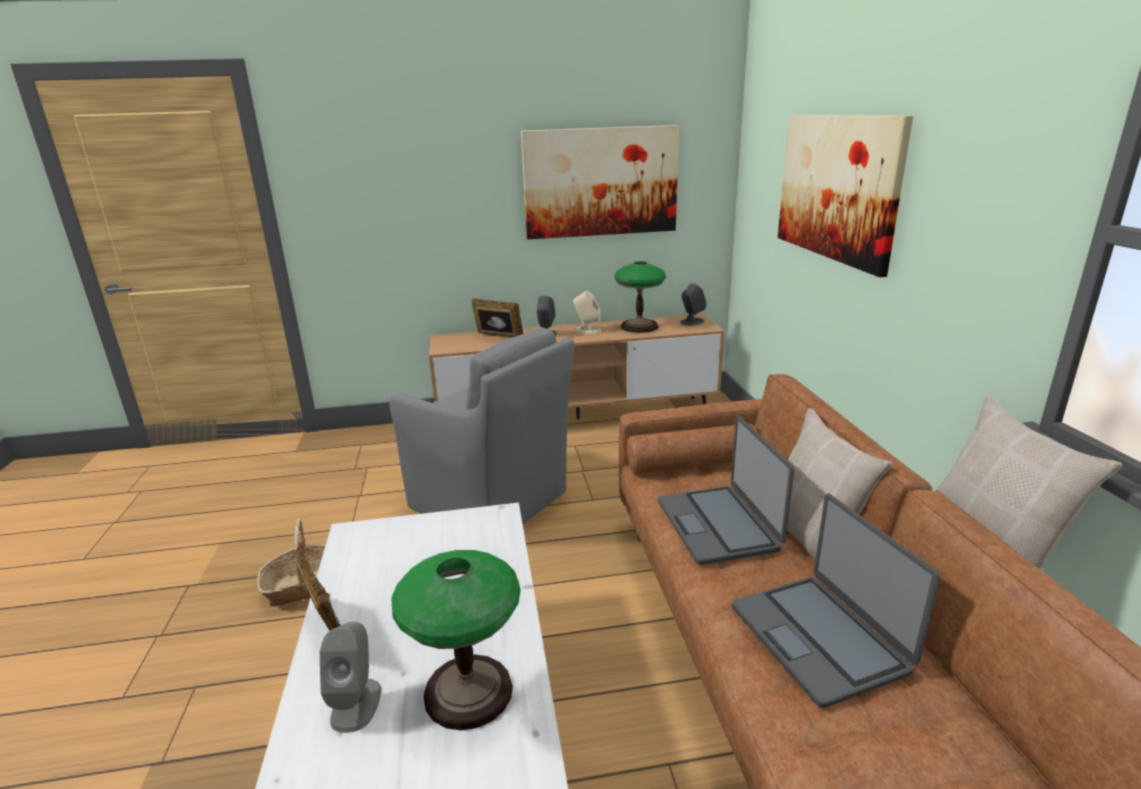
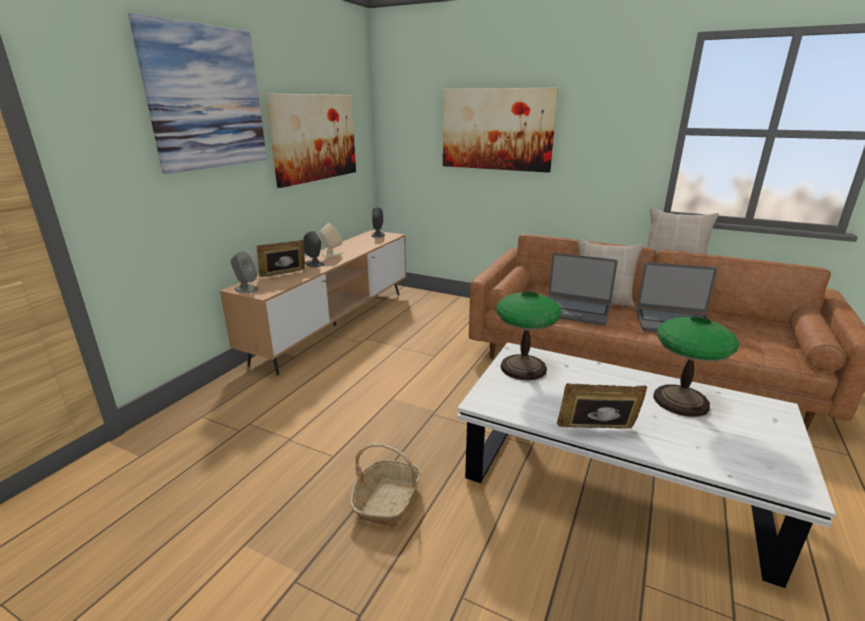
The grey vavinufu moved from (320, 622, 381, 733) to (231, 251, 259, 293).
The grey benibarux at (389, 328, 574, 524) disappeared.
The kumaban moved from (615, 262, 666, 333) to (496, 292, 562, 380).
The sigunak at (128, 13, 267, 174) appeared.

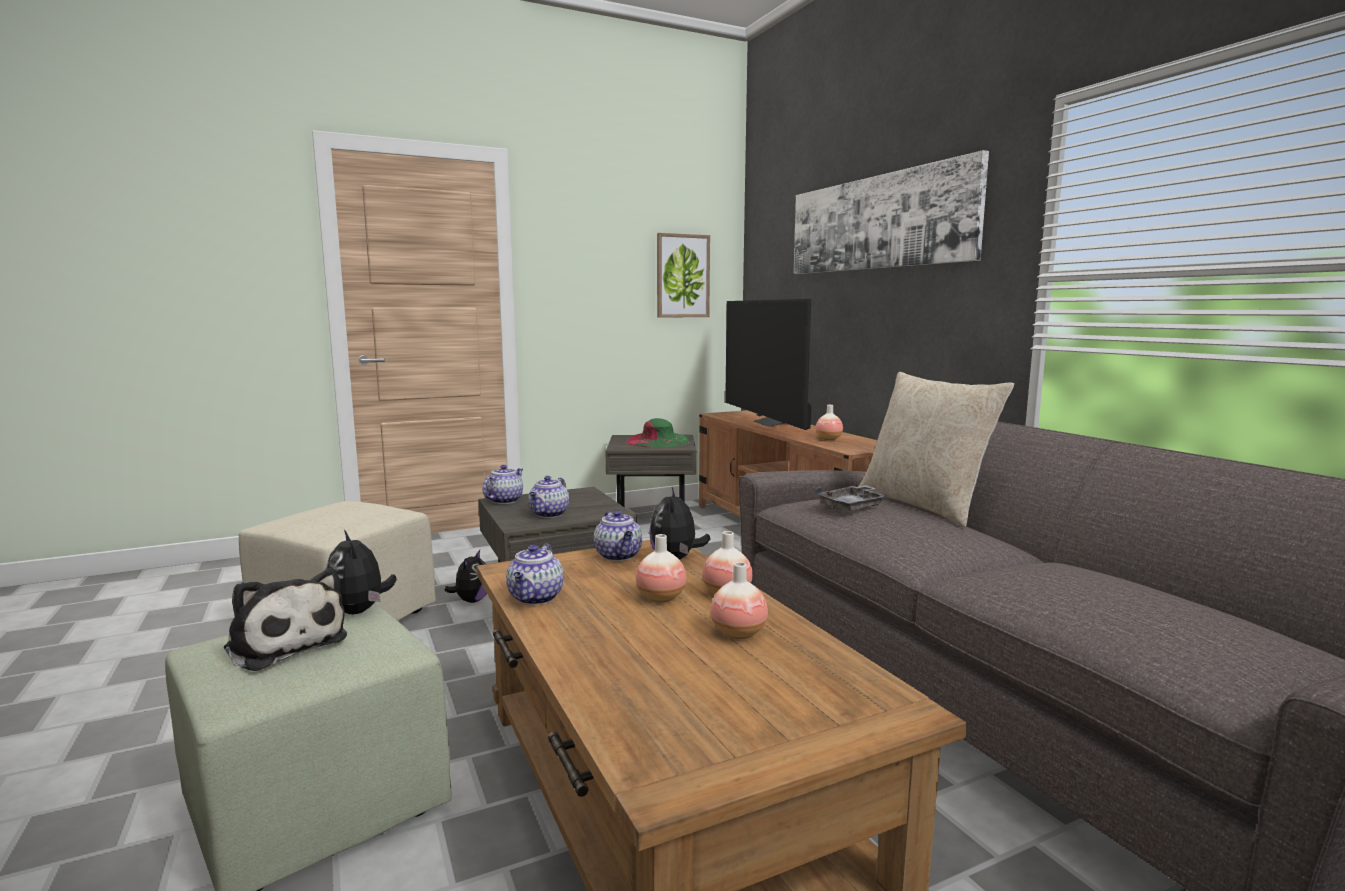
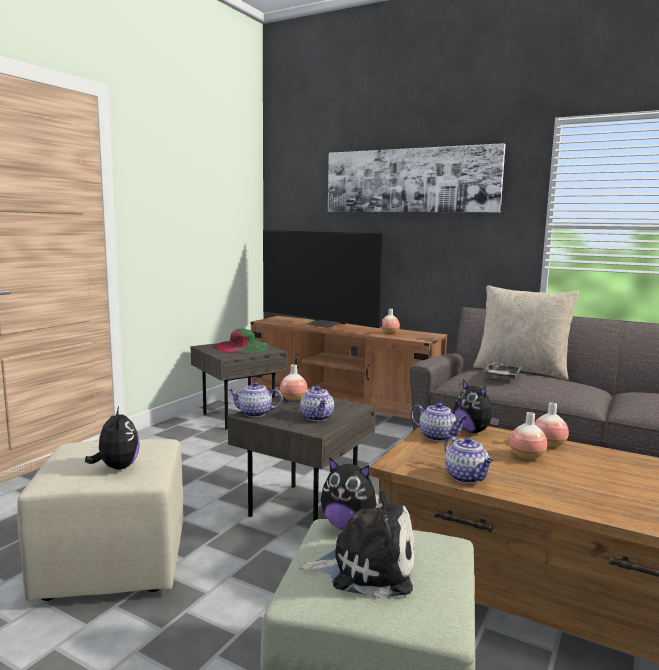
The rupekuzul moved from (444, 550, 487, 603) to (85, 407, 140, 470).
The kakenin at (483, 465, 523, 504) turned 75 degrees counterclockwise.
The sigunak at (657, 233, 710, 318) disappeared.
The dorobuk moved from (711, 562, 768, 639) to (280, 364, 308, 401).

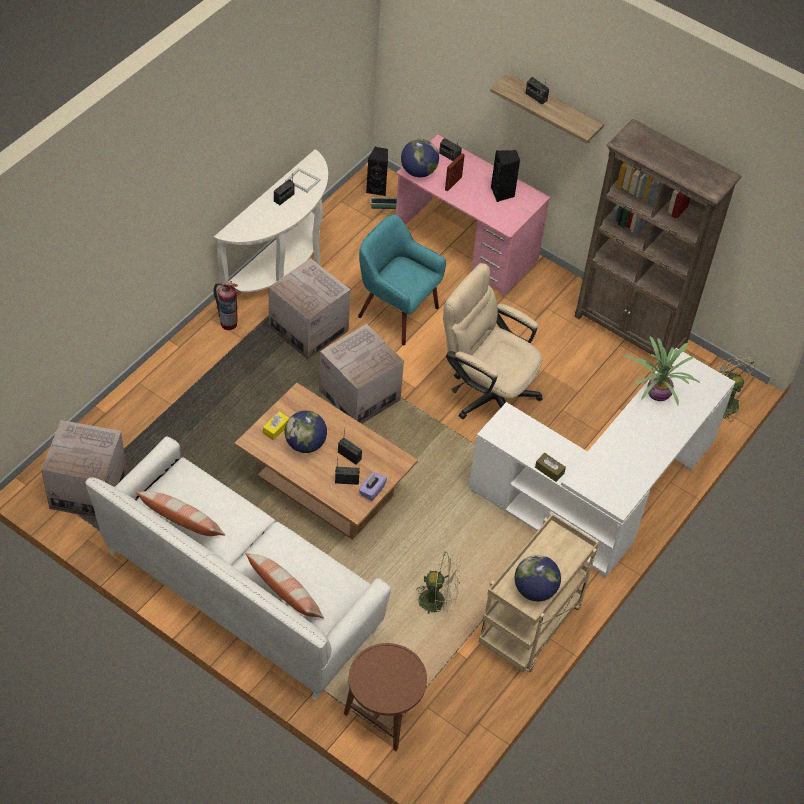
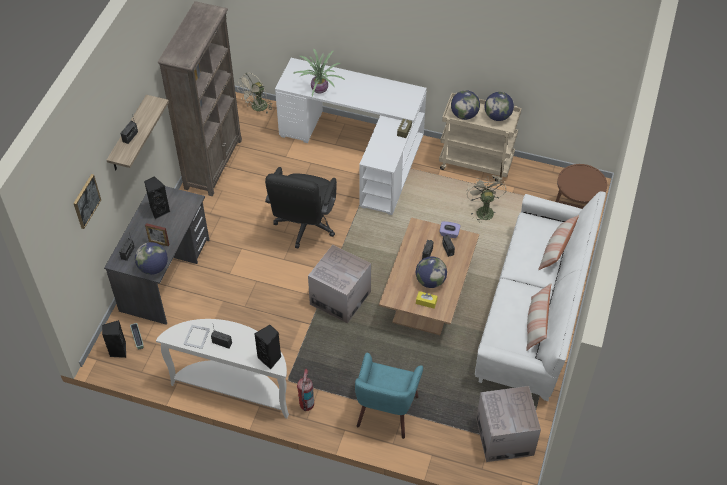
The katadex at (268, 258, 350, 360) disappeared.
The turquoise benibarux moved from (358, 214, 446, 345) to (355, 352, 423, 439).
The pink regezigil at (396, 135, 550, 297) became the grey regezigil at (104, 186, 209, 325).
The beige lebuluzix at (443, 263, 543, 419) became the black lebuluzix at (265, 167, 337, 249).
The sigunak at (73, 174, 101, 229) appeared.
The black vavinufu at (254, 325, 281, 369) appeared.
The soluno at (451, 90, 480, 120) appeared.

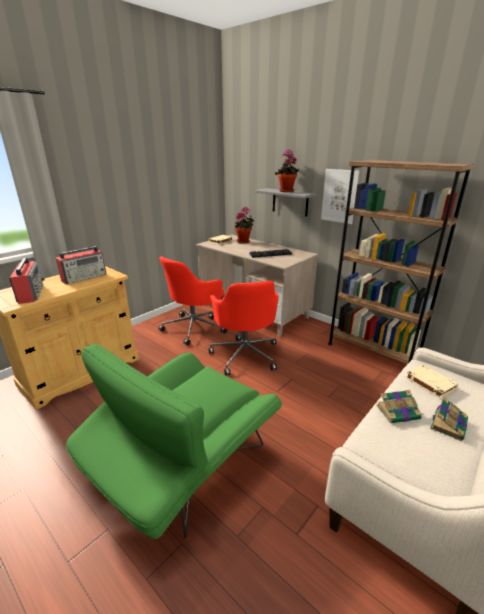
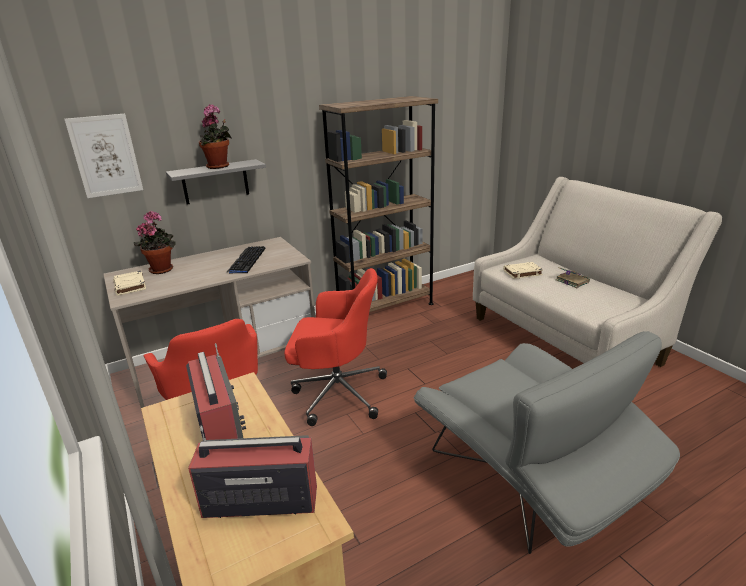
The green benibarux at (66, 344, 282, 539) became the grey benibarux at (414, 331, 680, 554).
The sigunak moved from (321, 169, 359, 224) to (64, 114, 143, 198).
The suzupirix at (376, 390, 422, 423) disappeared.

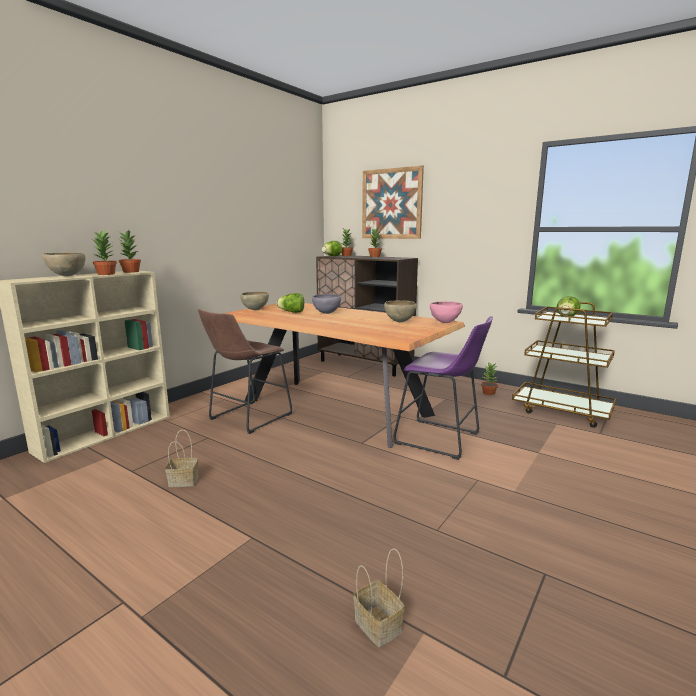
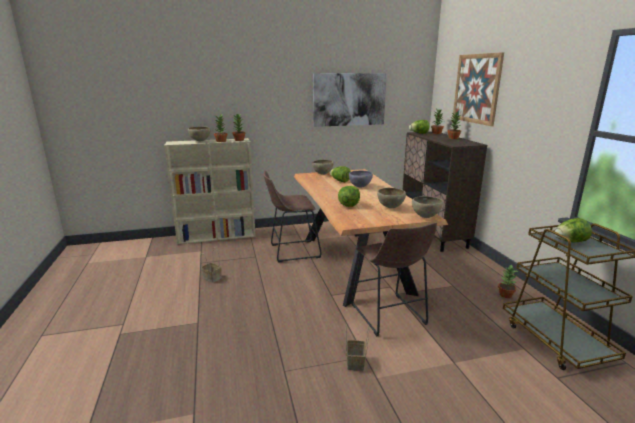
The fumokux moved from (353, 548, 405, 647) to (346, 325, 369, 371).
The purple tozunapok at (394, 316, 493, 460) became the brown tozunapok at (352, 222, 437, 336).
The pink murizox at (430, 301, 463, 323) became the brown murizox at (412, 196, 443, 218).
The sigunak at (313, 73, 387, 127) appeared.
The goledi at (338, 186, 360, 207) appeared.

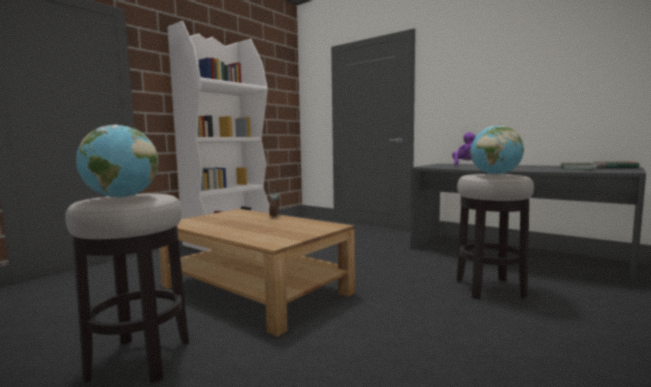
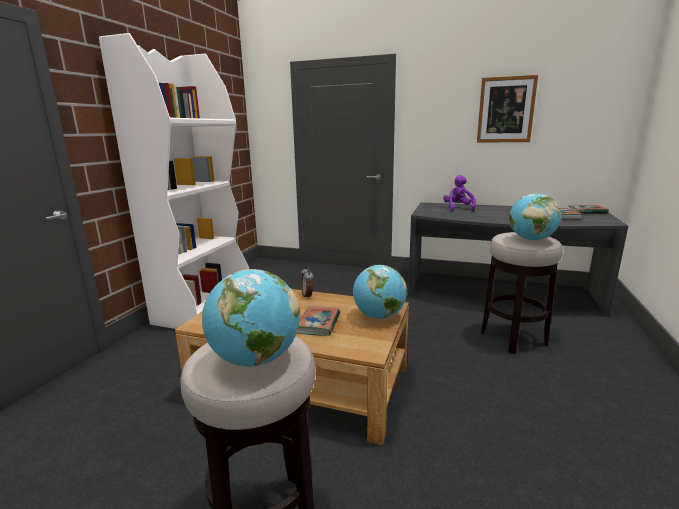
The suzupirix at (297, 306, 340, 336) appeared.
The soluno at (353, 265, 407, 319) appeared.
The sigunak at (477, 75, 538, 143) appeared.

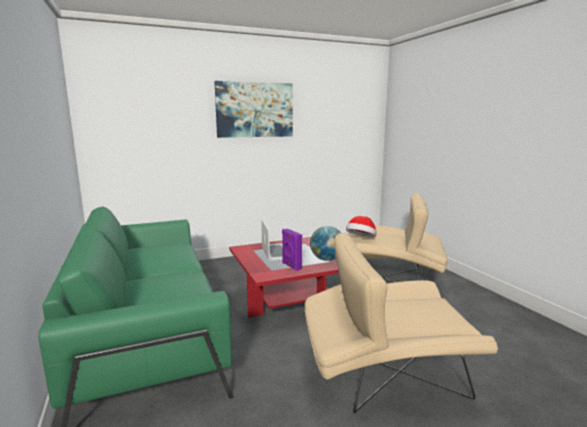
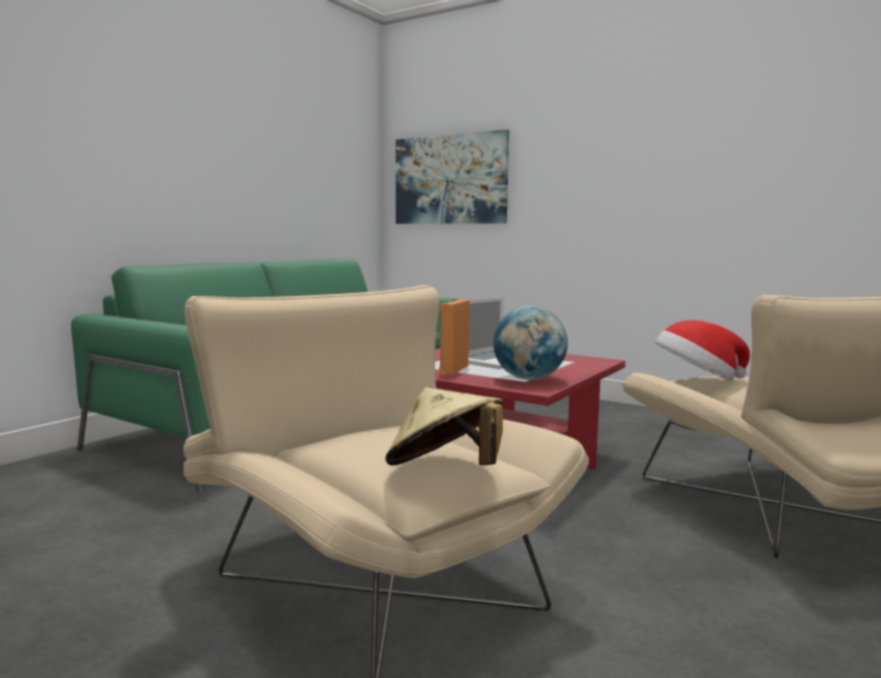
The sigunak moved from (214, 81, 293, 138) to (396, 130, 509, 224).
The purple vavinufu at (282, 229, 302, 271) became the orange vavinufu at (439, 299, 470, 375).
The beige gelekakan at (385, 387, 503, 466) appeared.

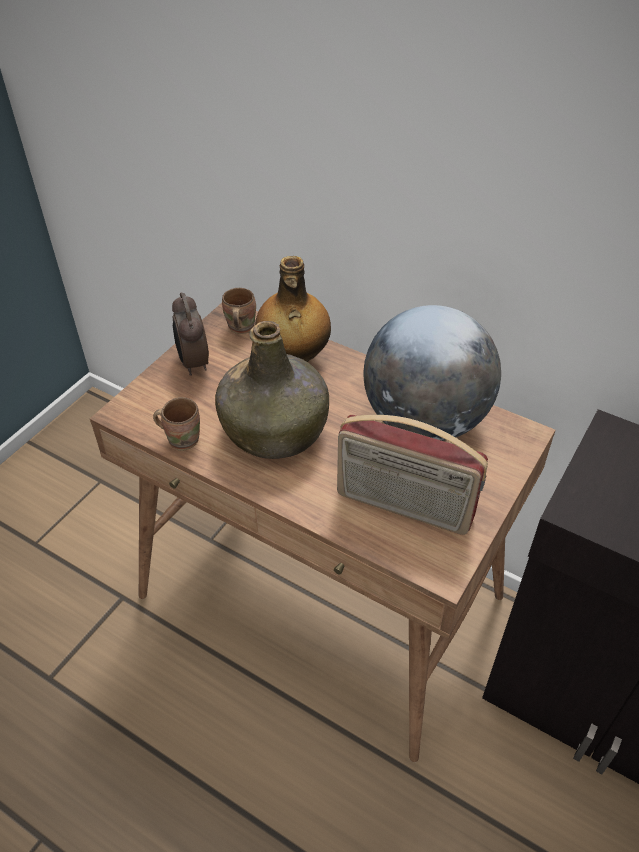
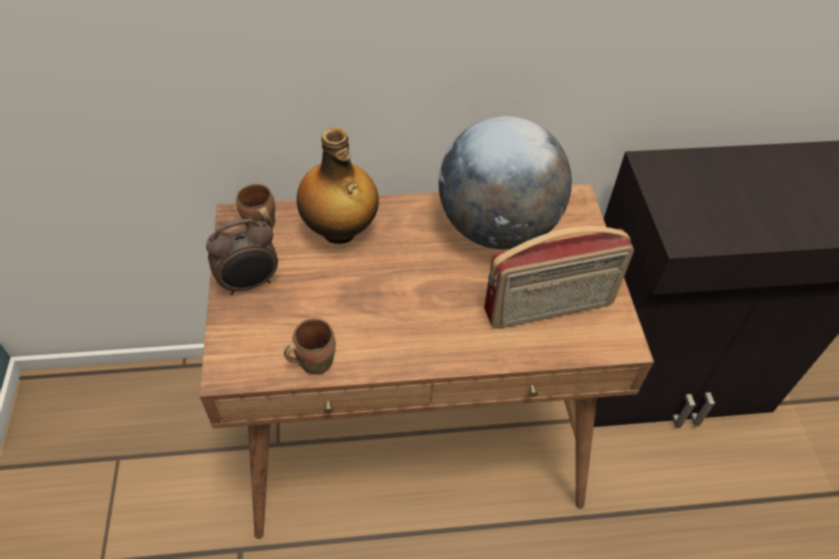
The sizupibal at (172, 292, 209, 376) turned 60 degrees counterclockwise.
The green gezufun at (215, 321, 329, 459) disappeared.

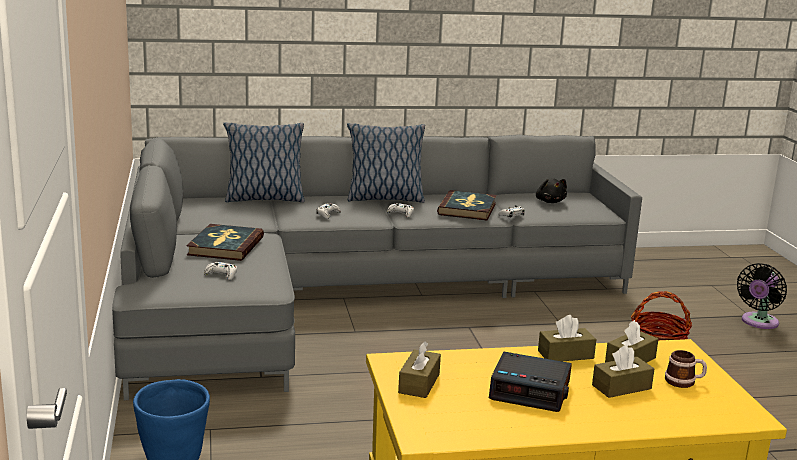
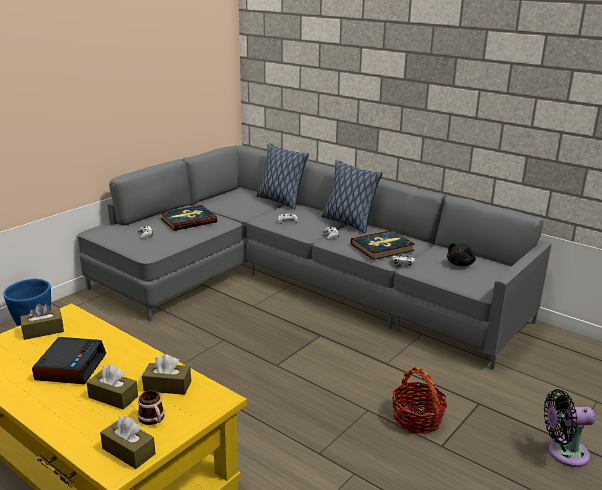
The sizupibal at (489, 352, 572, 412) turned 150 degrees counterclockwise.
The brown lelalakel moved from (538, 315, 596, 361) to (100, 416, 156, 469).

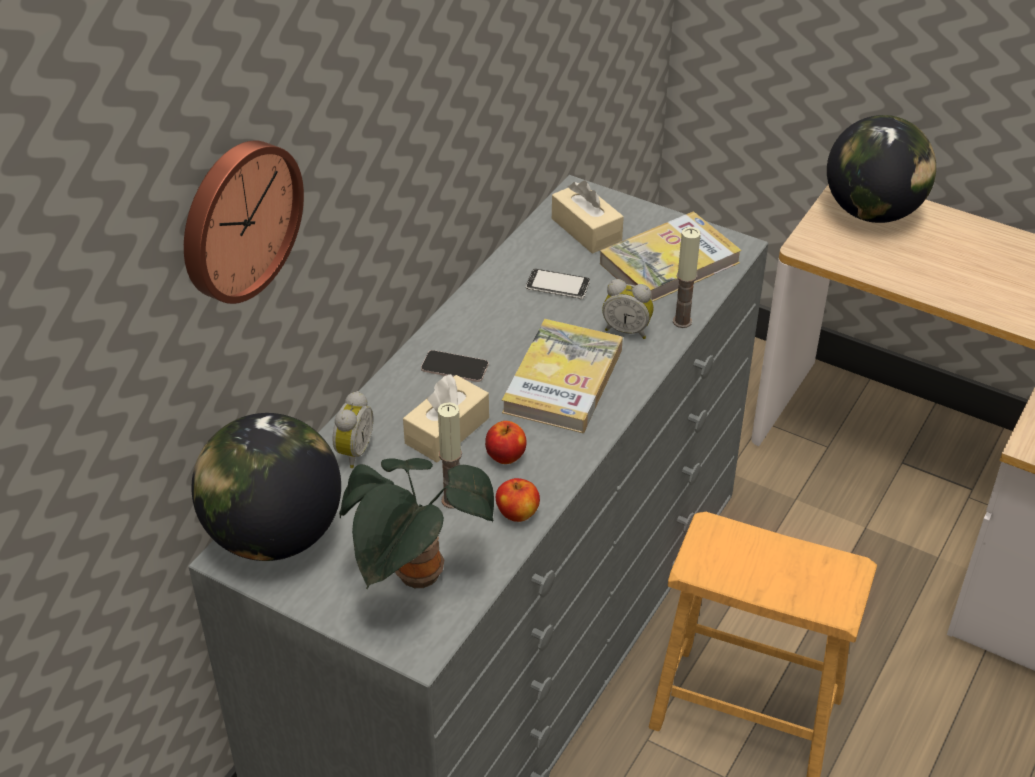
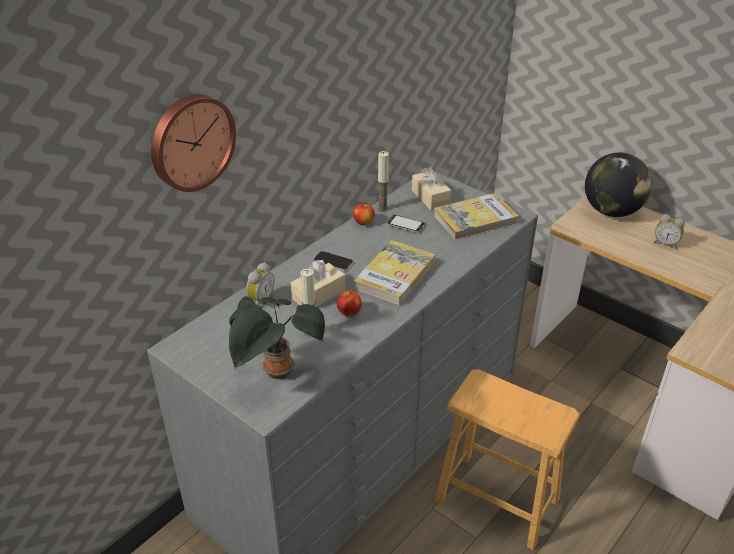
The soluno at (191, 413, 341, 561) disappeared.
The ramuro moved from (496, 478, 540, 522) to (353, 203, 375, 226).
The sizupibal moved from (602, 279, 654, 339) to (654, 214, 685, 249).
The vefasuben moved from (673, 227, 701, 328) to (377, 151, 389, 212).

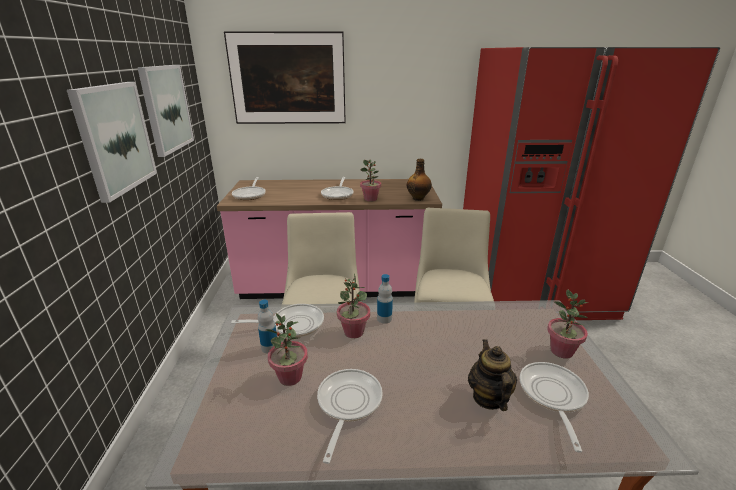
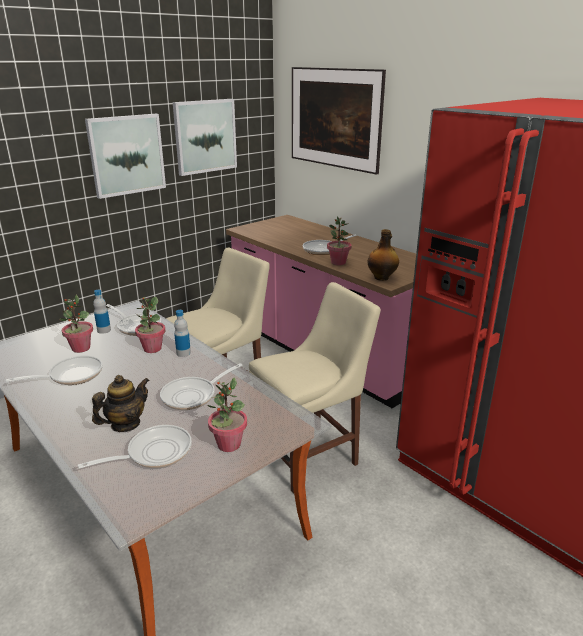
The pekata moved from (232, 177, 266, 200) to (160, 363, 242, 410).

